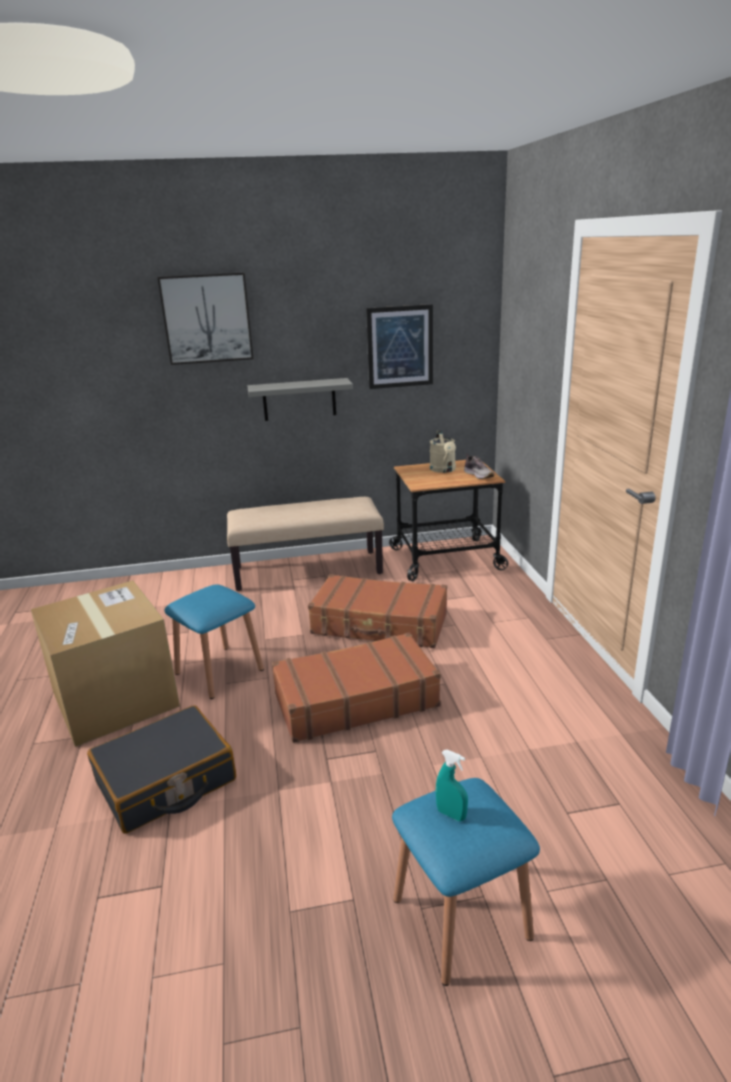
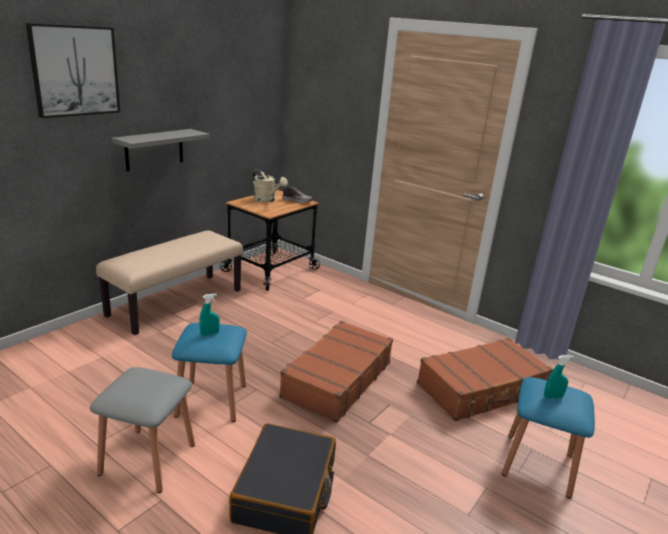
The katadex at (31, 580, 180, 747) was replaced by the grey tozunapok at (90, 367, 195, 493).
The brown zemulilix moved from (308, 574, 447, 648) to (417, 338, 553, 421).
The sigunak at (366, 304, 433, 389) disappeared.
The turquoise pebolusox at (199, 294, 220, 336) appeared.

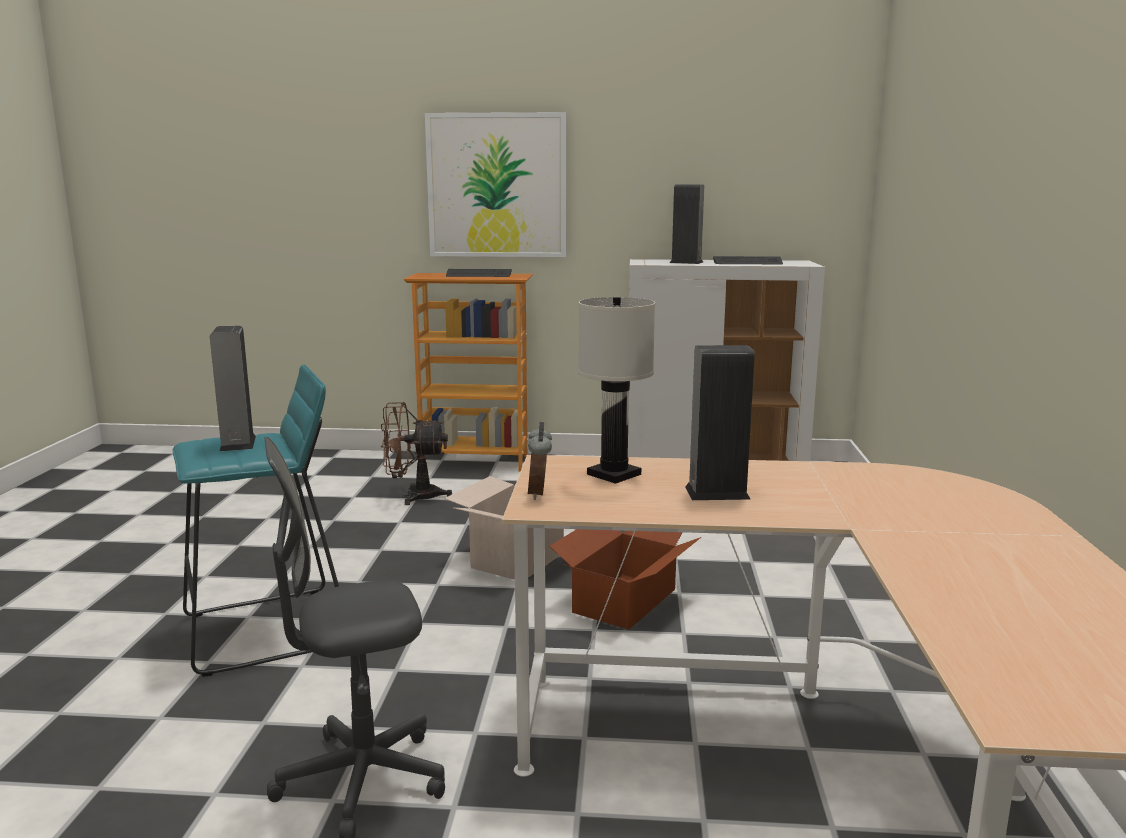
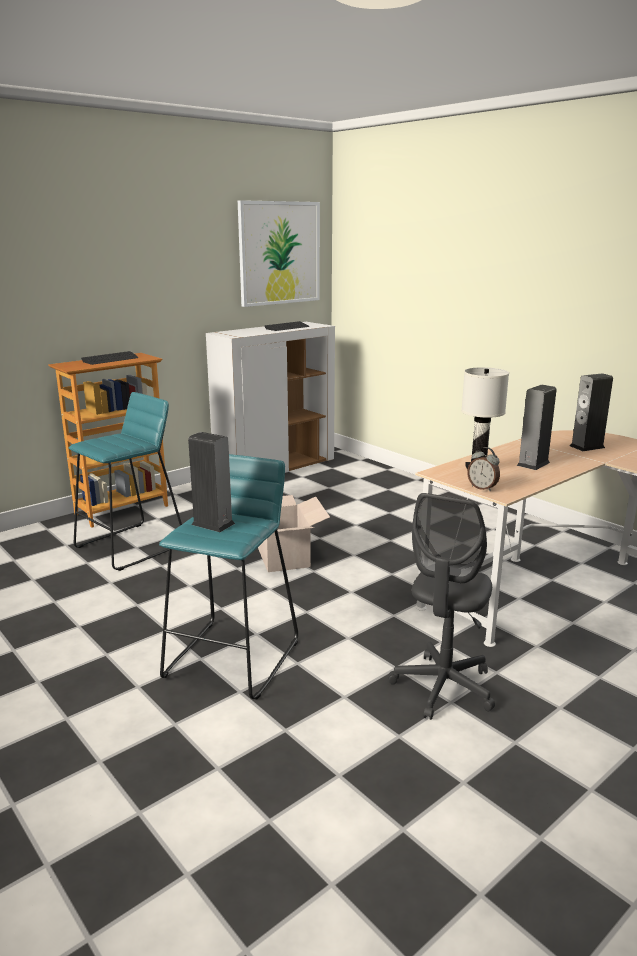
The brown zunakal at (381, 402, 452, 505) was replaced by the turquoise tozunapok at (69, 392, 182, 571).
The sigunak moved from (425, 112, 567, 257) to (238, 200, 320, 307).
The katadex at (550, 529, 701, 630) disappeared.
The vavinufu moved from (670, 184, 704, 264) to (570, 373, 613, 451).

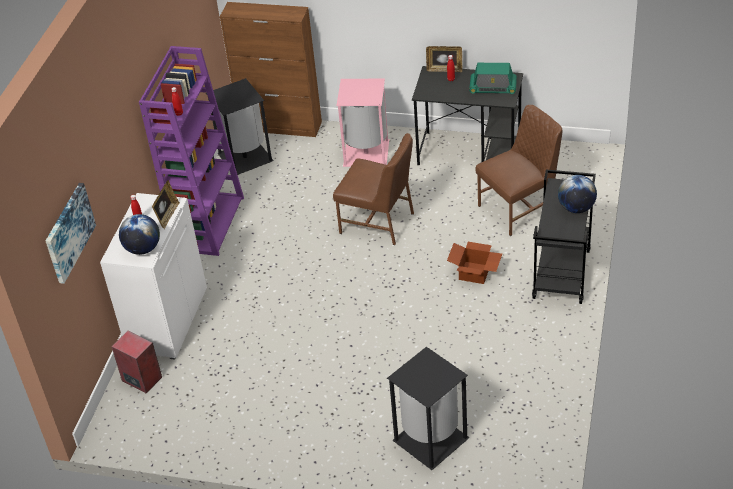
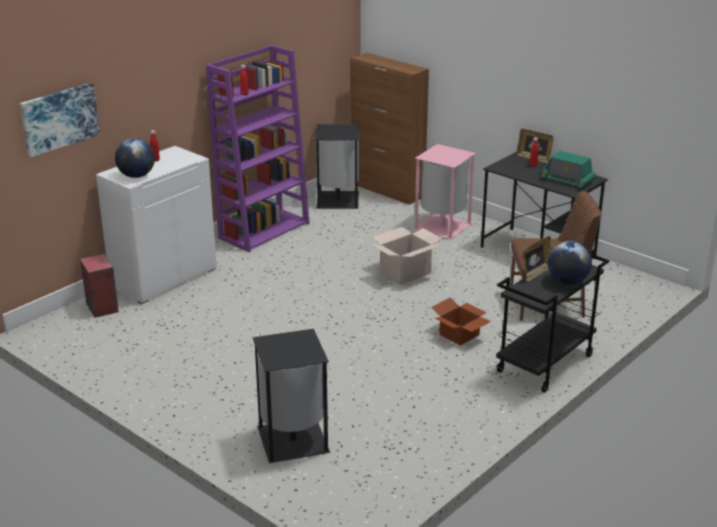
The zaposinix moved from (152, 180, 180, 229) to (523, 236, 551, 282).
The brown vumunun at (333, 133, 414, 245) was replaced by the katadex at (371, 227, 442, 285).

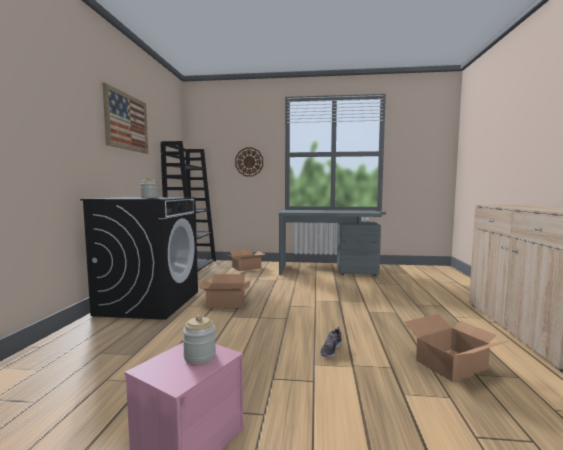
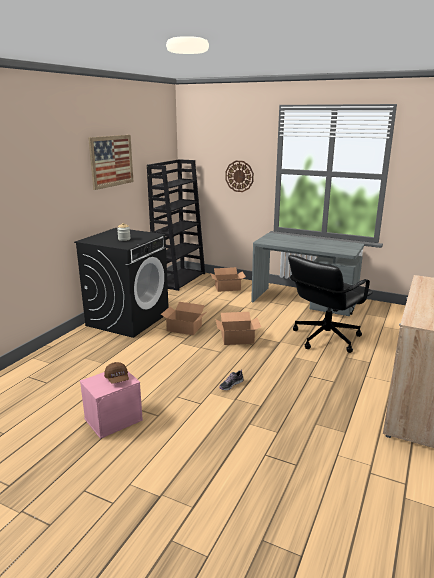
The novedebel at (183, 315, 216, 364) was replaced by the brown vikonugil at (104, 362, 129, 384).
The katadex moved from (405, 314, 508, 382) to (215, 312, 261, 345).
The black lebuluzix at (288, 255, 373, 353) appeared.

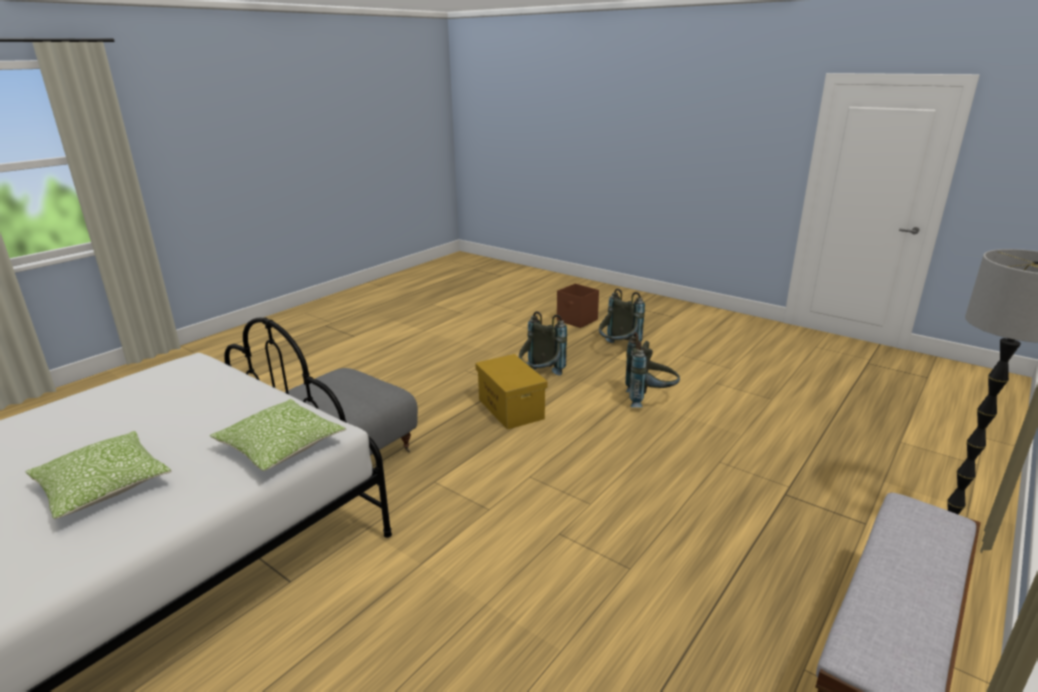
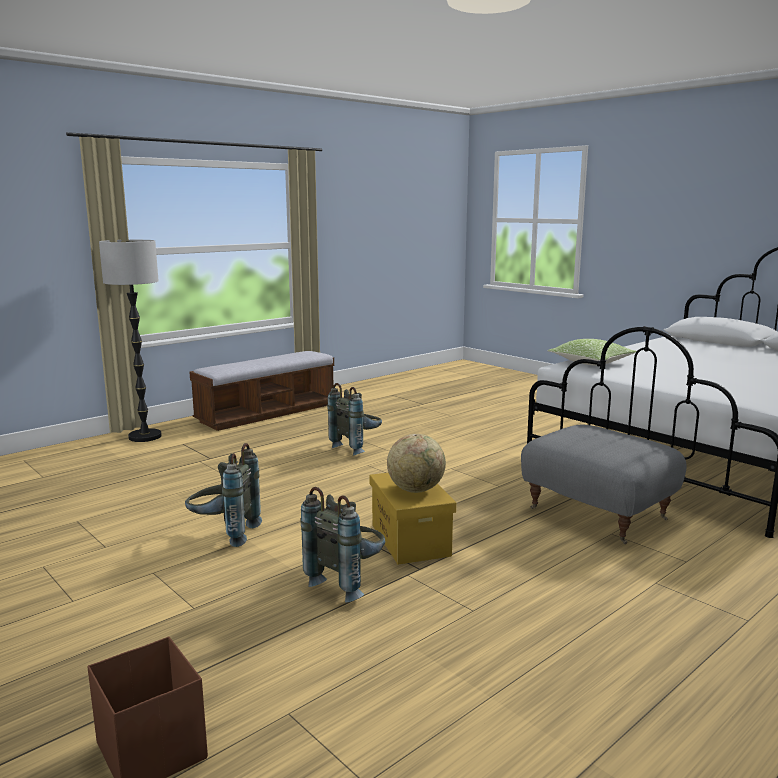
The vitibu at (25, 431, 172, 519) disappeared.
The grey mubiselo moved from (599, 289, 645, 343) to (327, 383, 382, 456).
The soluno at (387, 433, 446, 493) appeared.

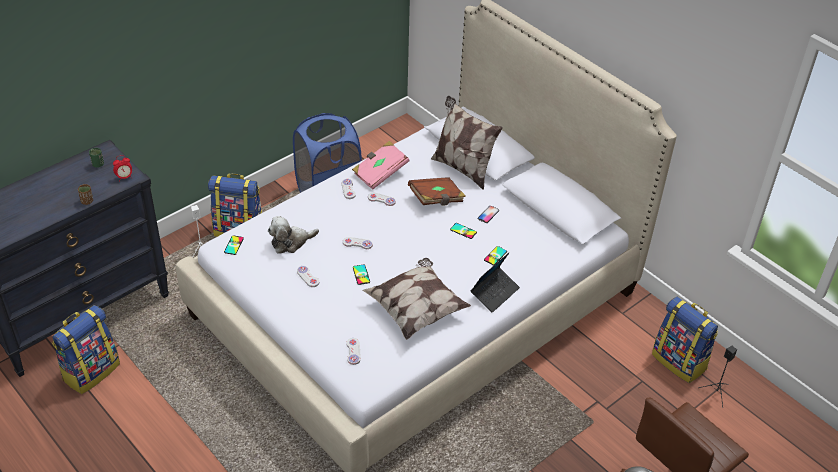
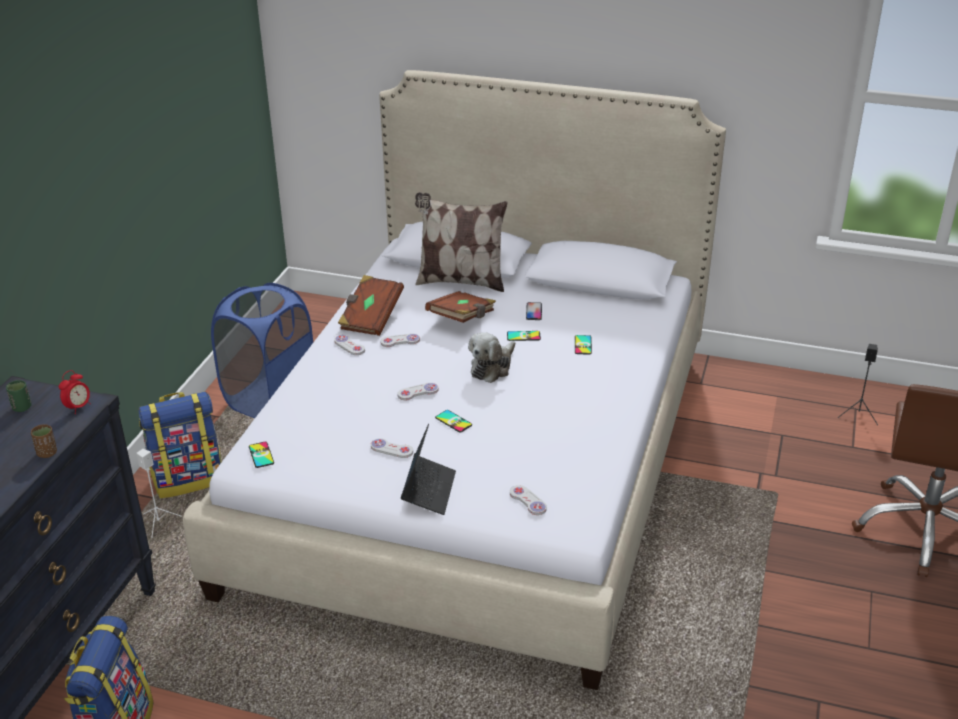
The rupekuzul moved from (268, 216, 319, 254) to (468, 332, 515, 383).
The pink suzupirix at (352, 141, 409, 190) became the brown suzupirix at (338, 275, 404, 336).
The vitibu at (363, 258, 471, 340) disappeared.
The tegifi moved from (470, 253, 520, 313) to (401, 424, 456, 515).
The mubiselo at (652, 297, 718, 383) disappeared.

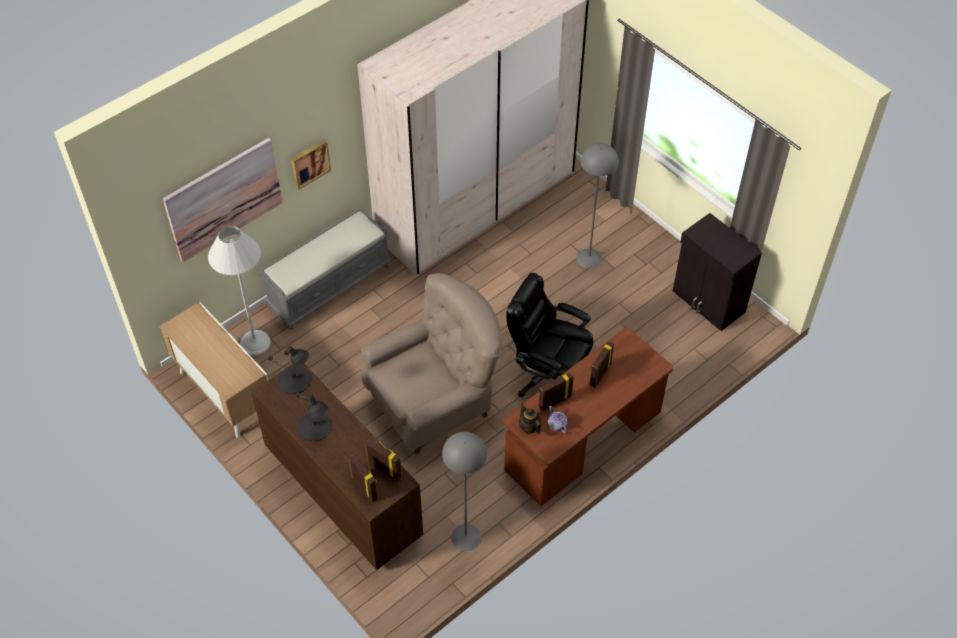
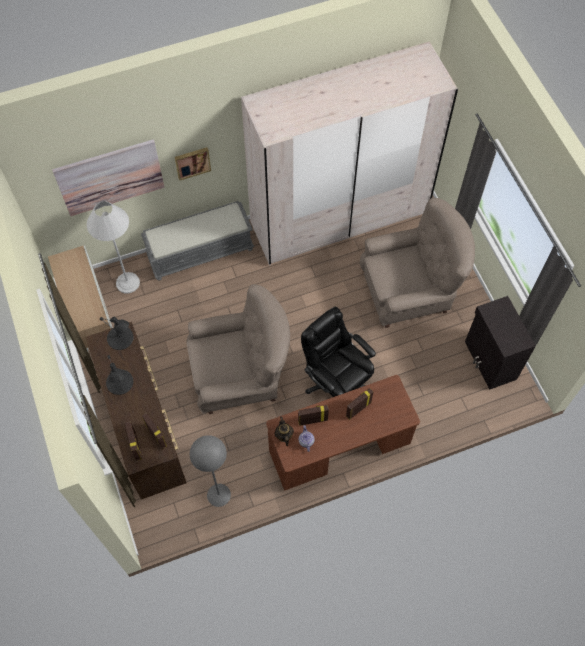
The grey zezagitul at (576, 143, 619, 268) was replaced by the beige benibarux at (360, 197, 475, 328).

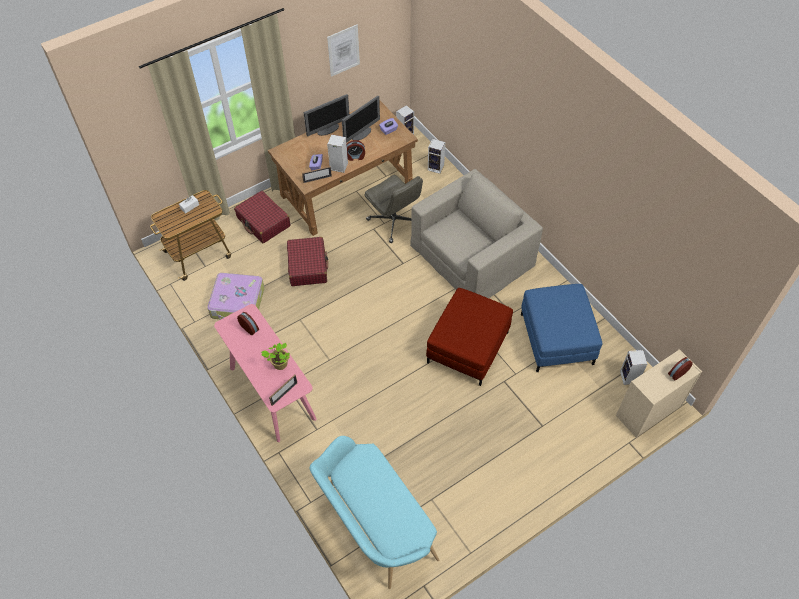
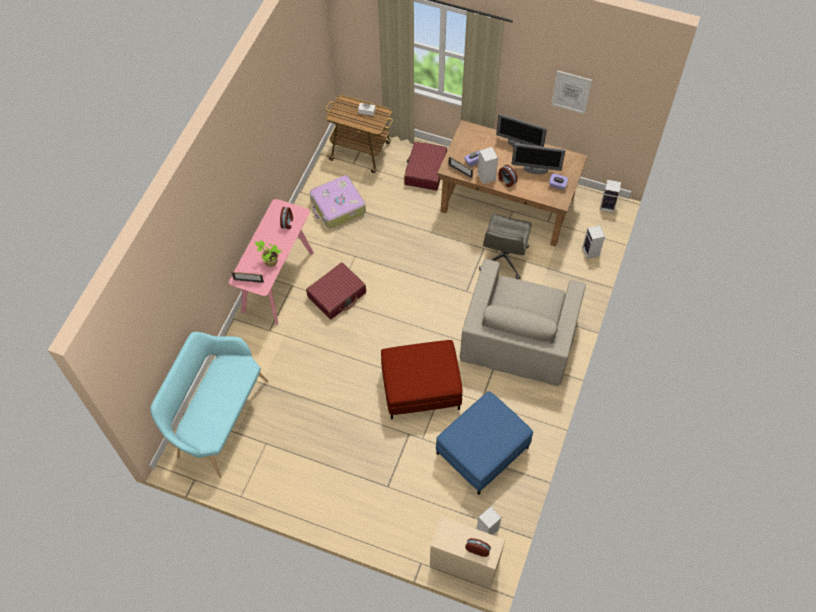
The red zemulilix moved from (287, 237, 328, 286) to (306, 262, 366, 319).
The beige benibarux at (410, 169, 543, 298) turned 90 degrees clockwise.

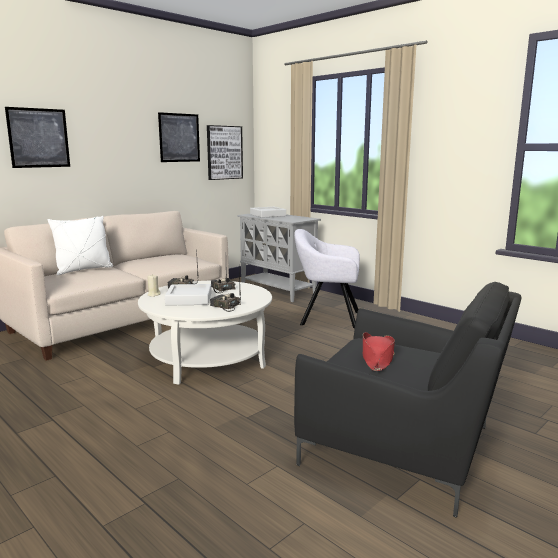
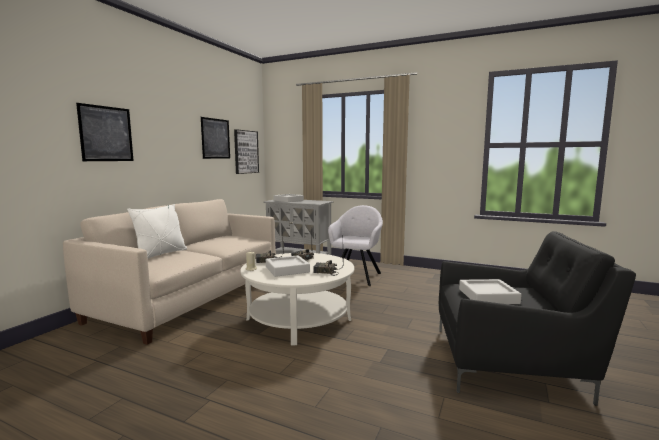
The grey benibarux at (294, 229, 360, 328) turned 120 degrees clockwise.
The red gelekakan at (363, 332, 395, 371) was replaced by the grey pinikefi at (459, 279, 522, 304).

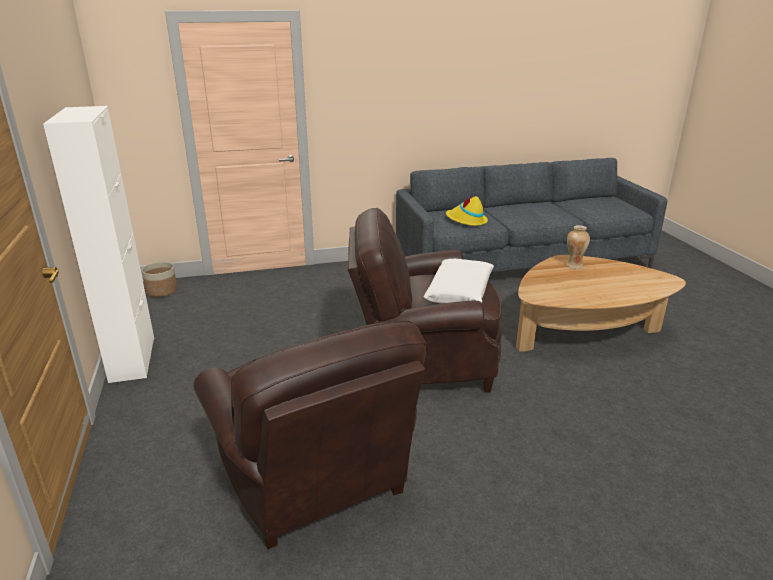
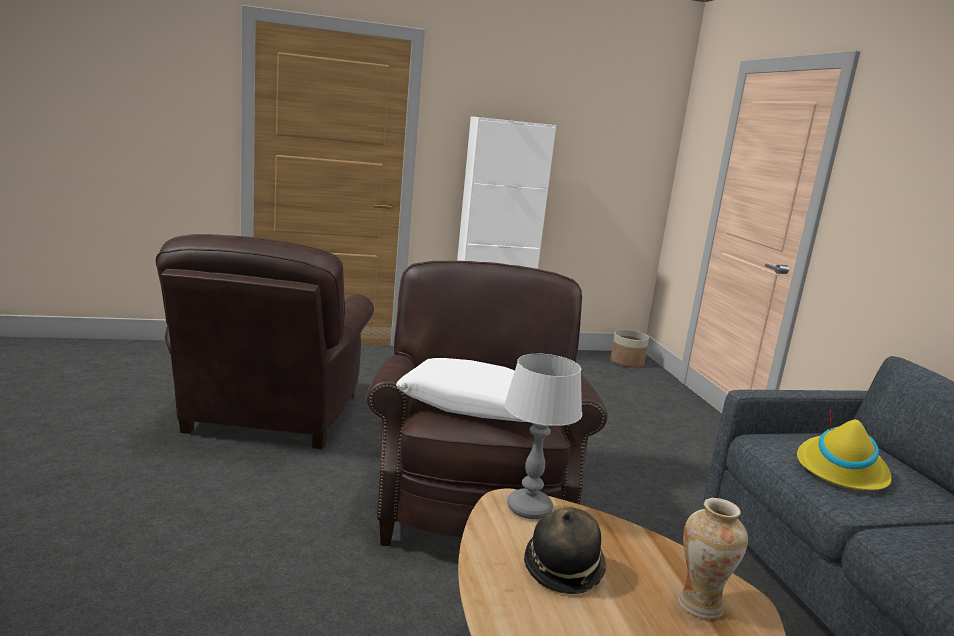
The brown benibarux at (194, 321, 427, 549) turned 60 degrees counterclockwise.
The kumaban at (504, 353, 582, 519) appeared.
The gelekakan at (524, 507, 606, 594) appeared.

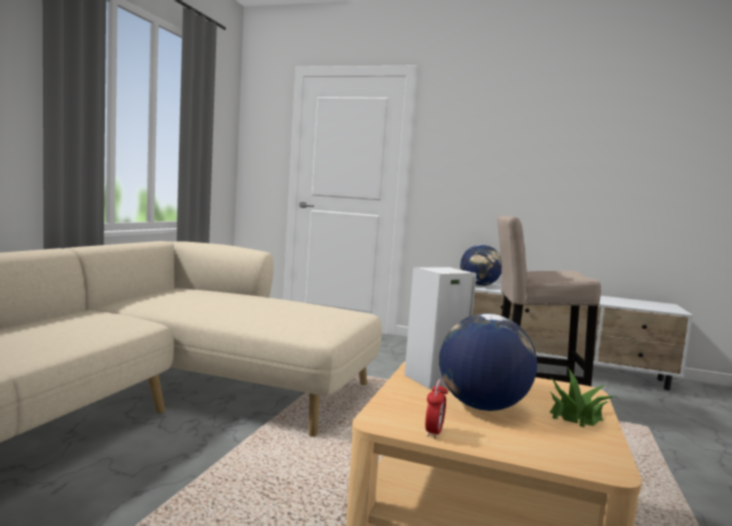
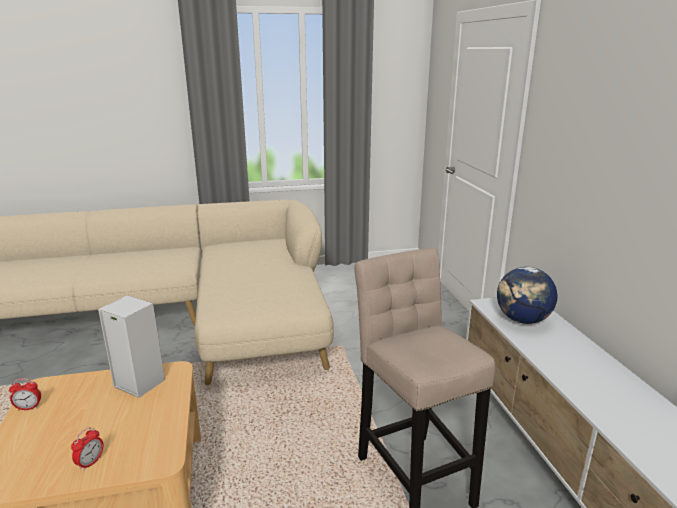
The soluno at (439, 314, 537, 411) disappeared.
The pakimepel at (549, 368, 614, 427) was replaced by the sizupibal at (71, 427, 103, 471).

